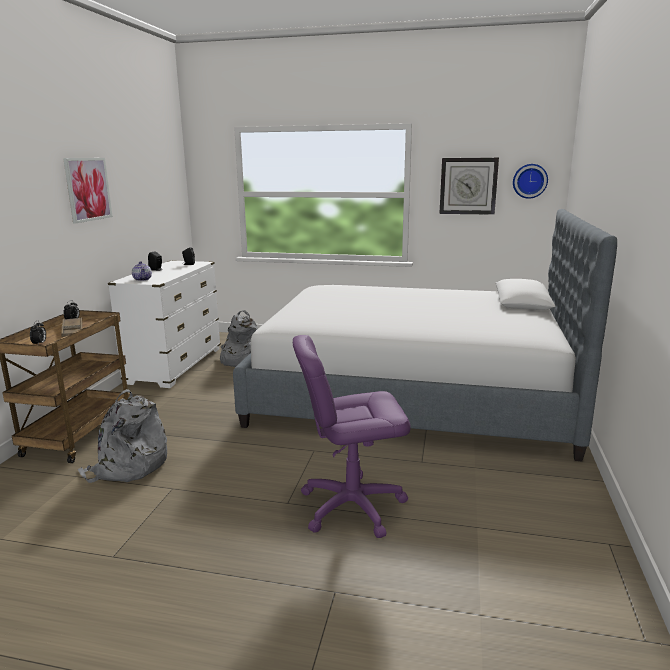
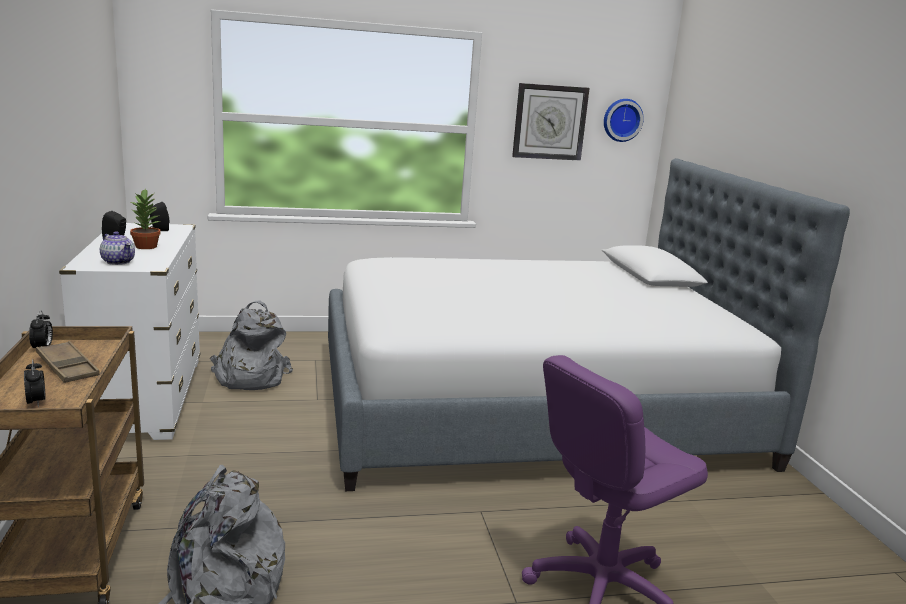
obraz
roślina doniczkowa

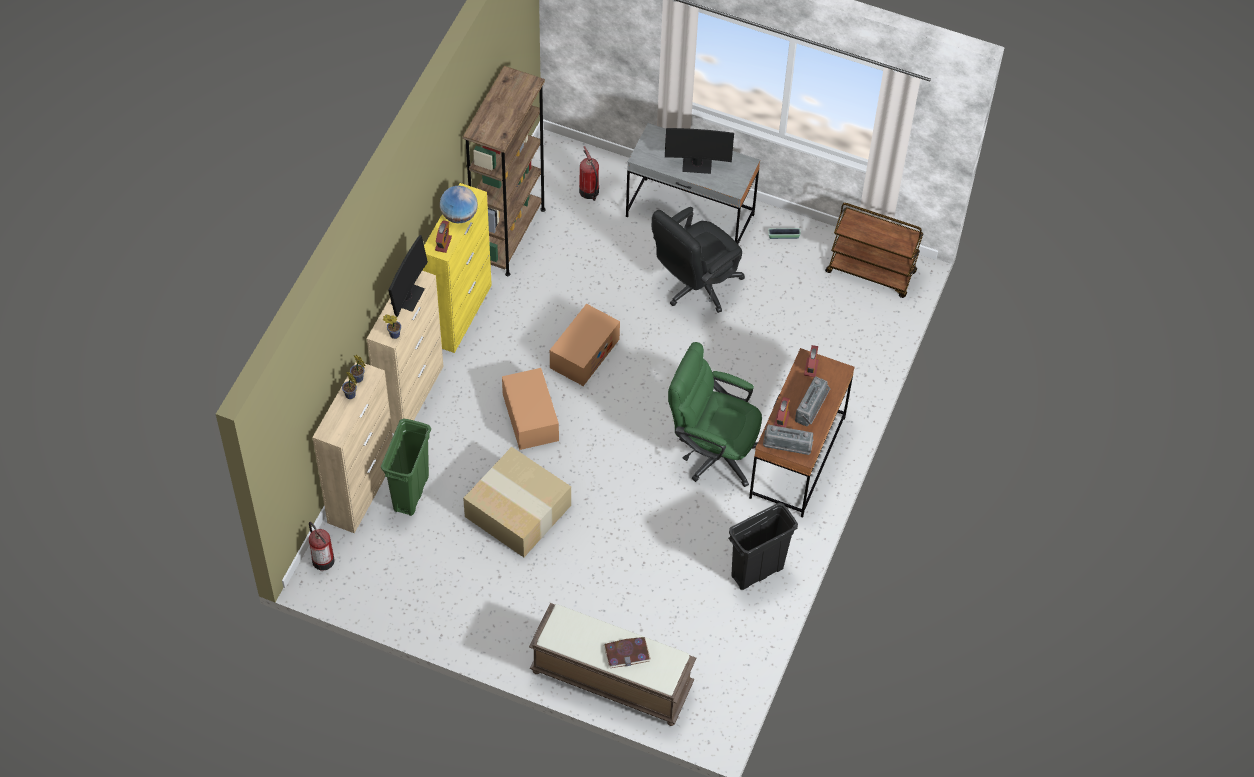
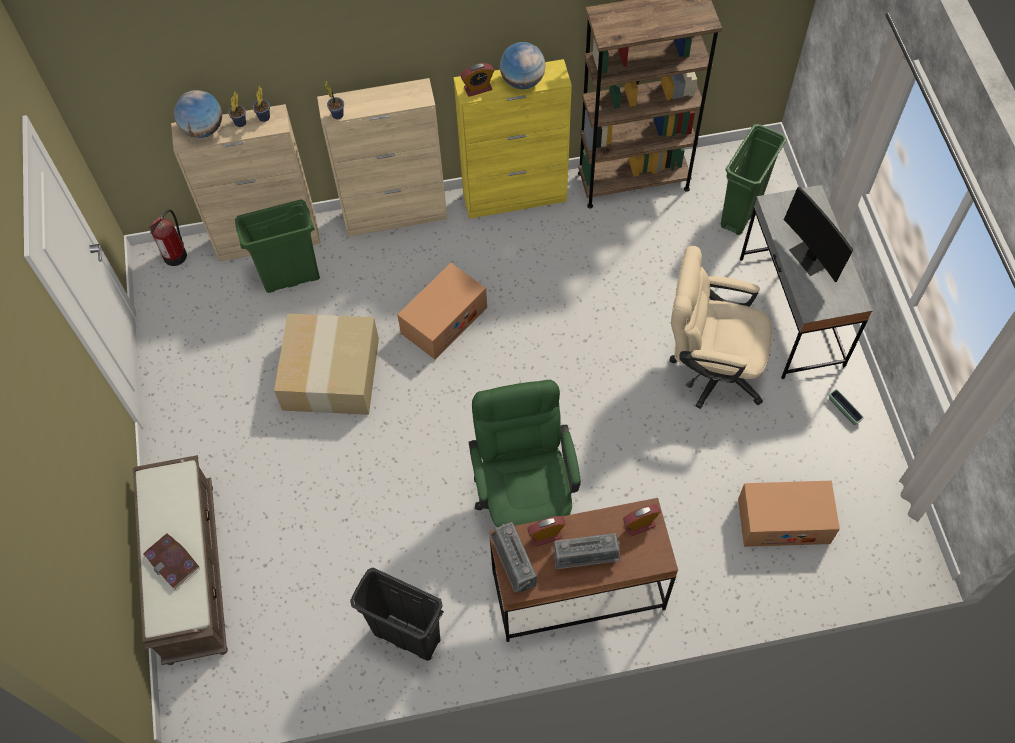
kosz na śmieci/zielony (no. 2 from left)
wózek/brązowy
krzesło biurowe/beżowy
monitor (no. 1 from left in the first image)
karton (no. 3 from left)
globus (no. 1 from left)

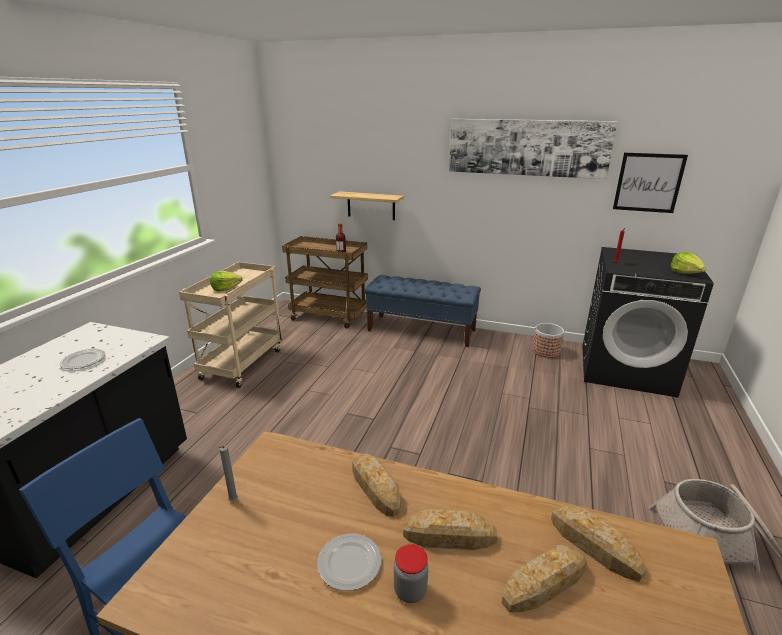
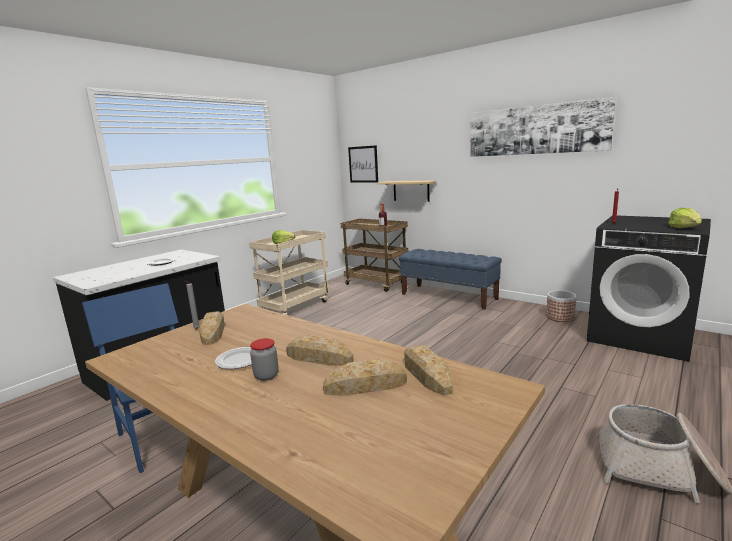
obraz (no. 1 from left)
chleb (no. 1 from left)

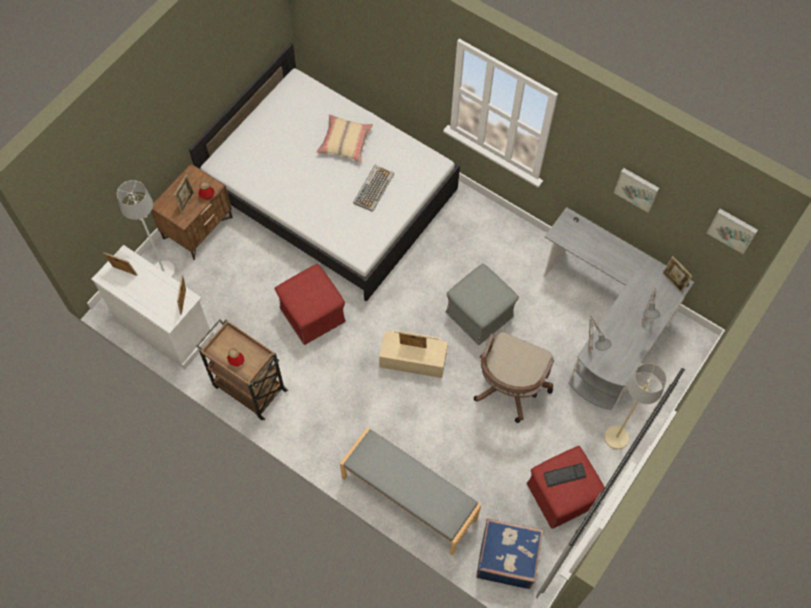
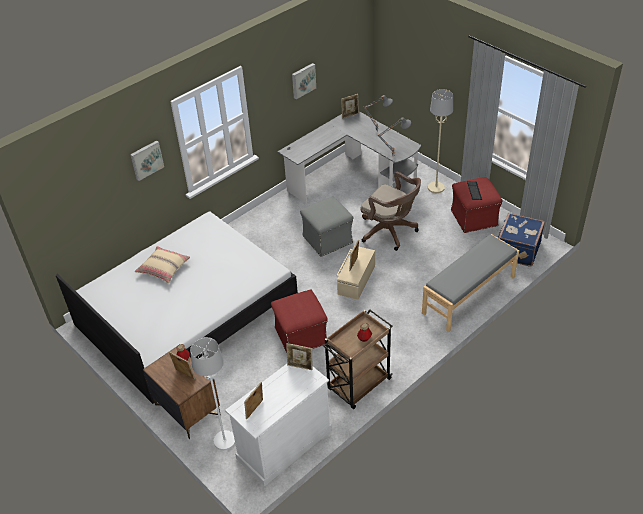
klawiatura (no. 1 from left in the first image)
obraz (no. 1 from left)

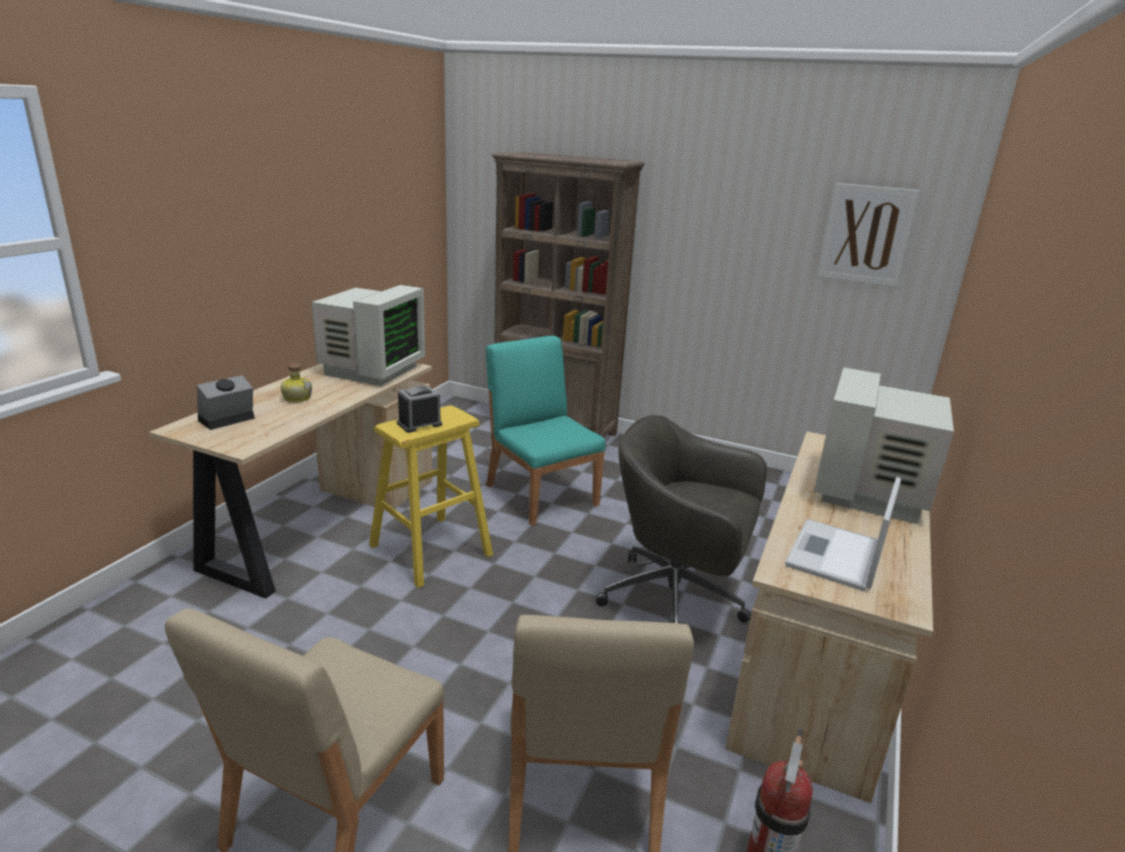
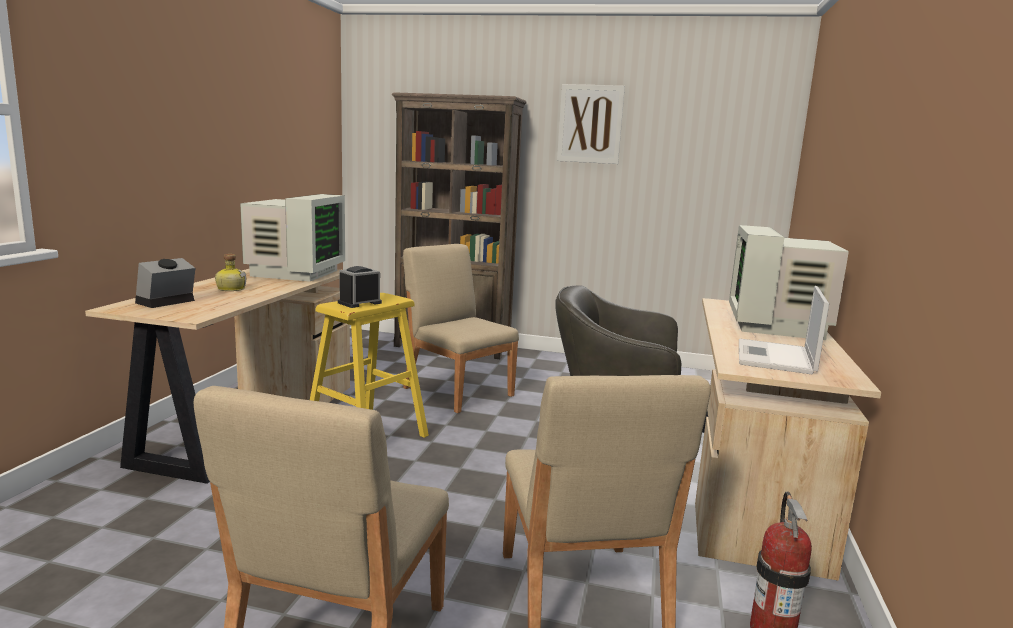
obraz
krzesło/beżowy (no. 2 from left)

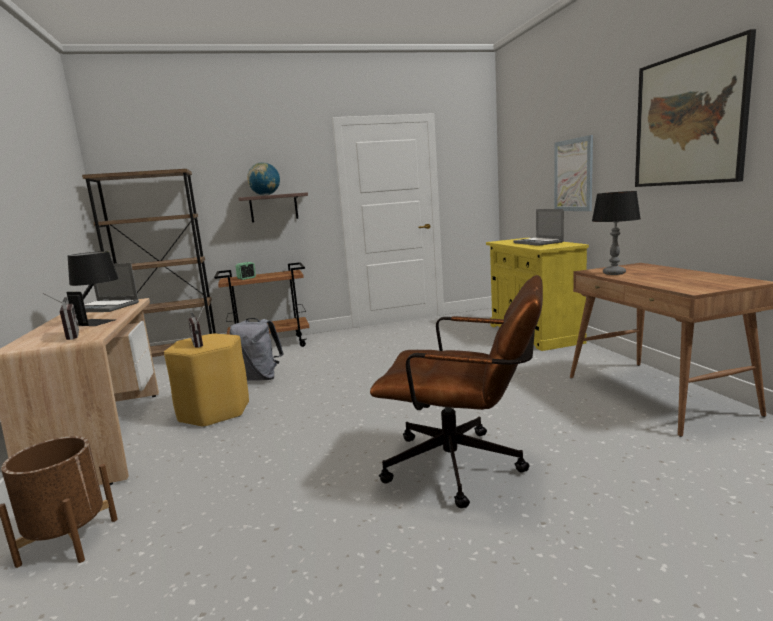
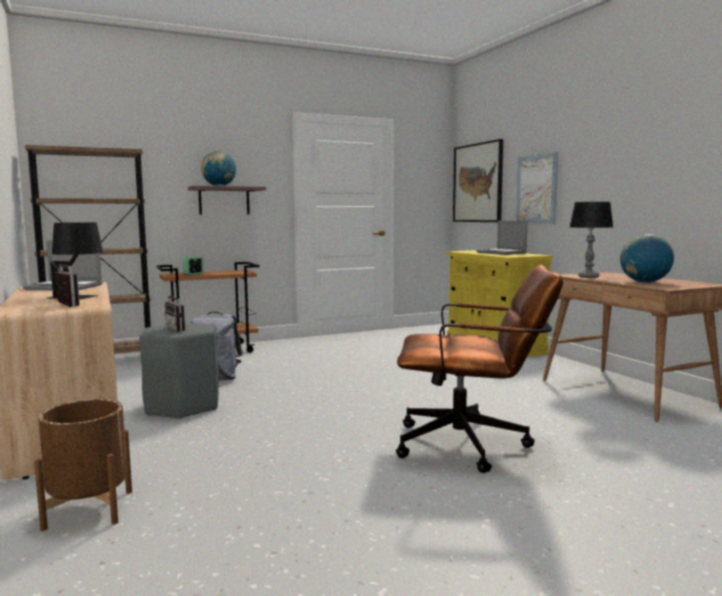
obraz (no. 1 from left)
stołek/szary
globus (no. 2 from left)

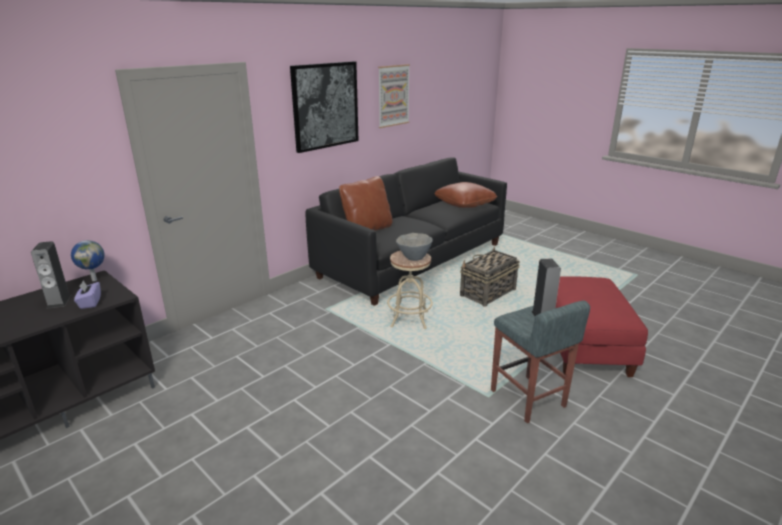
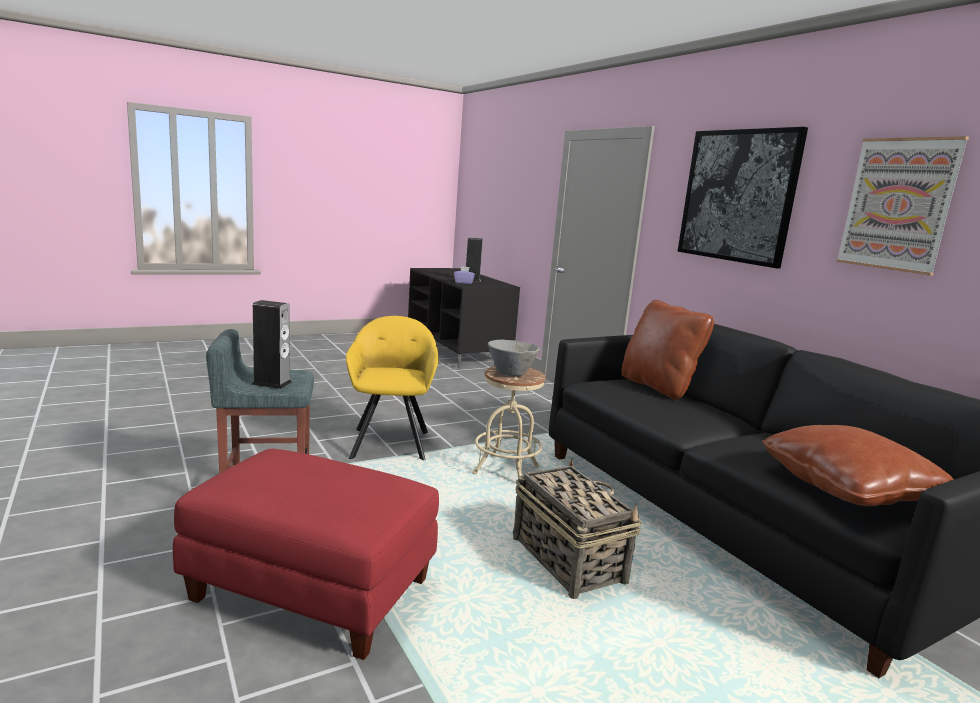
globus
fotel/żółty

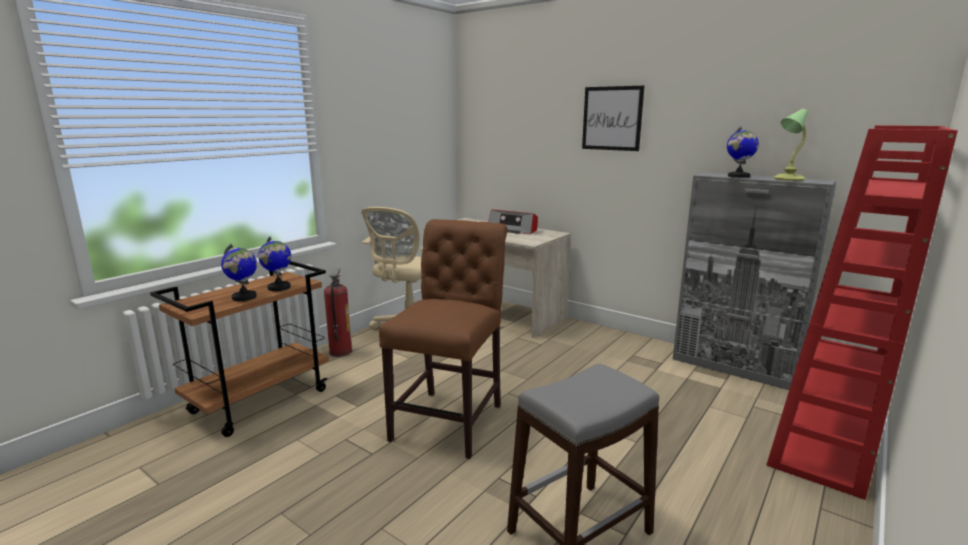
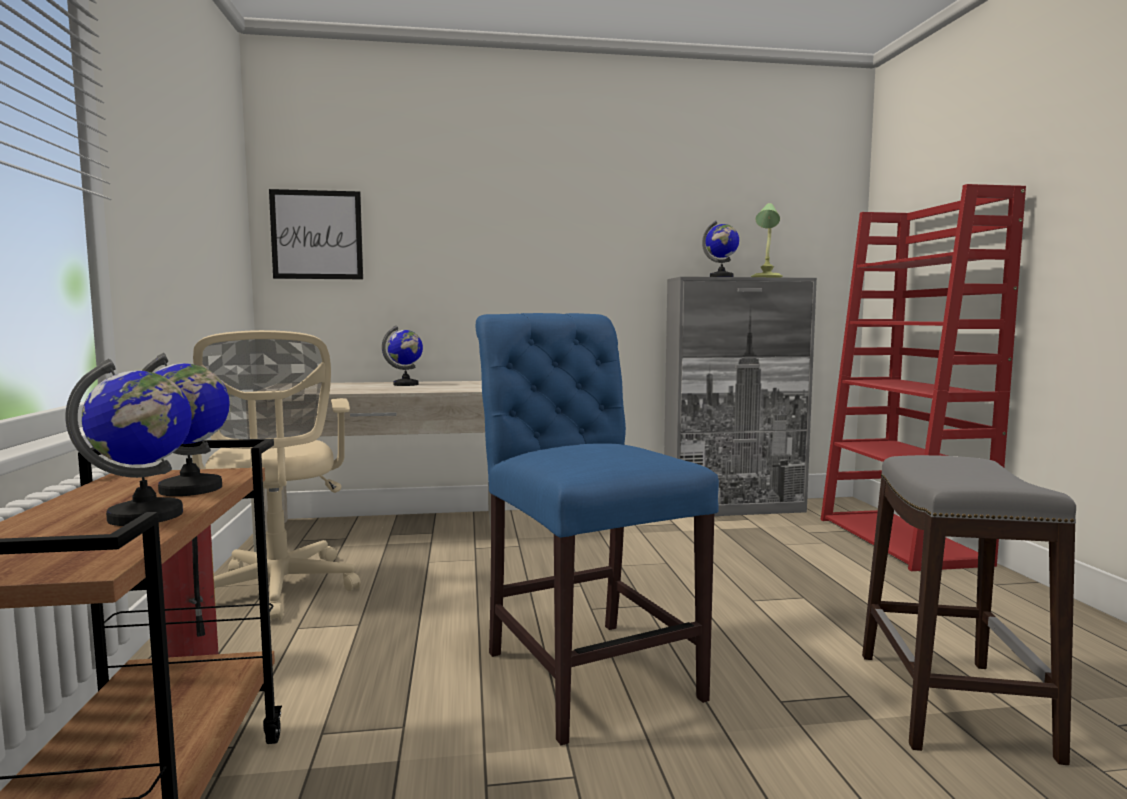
obraz
globus (no. 3 from left)
krzesło/niebieski

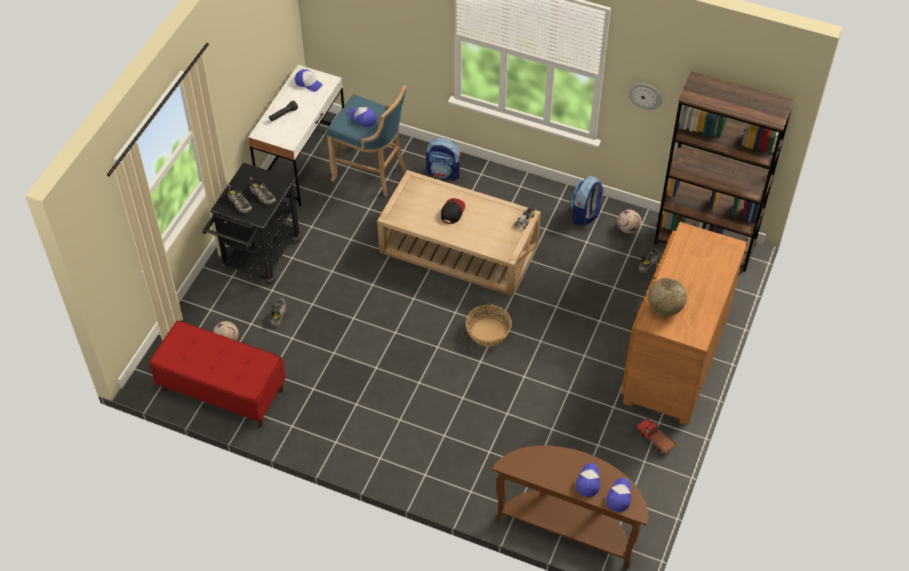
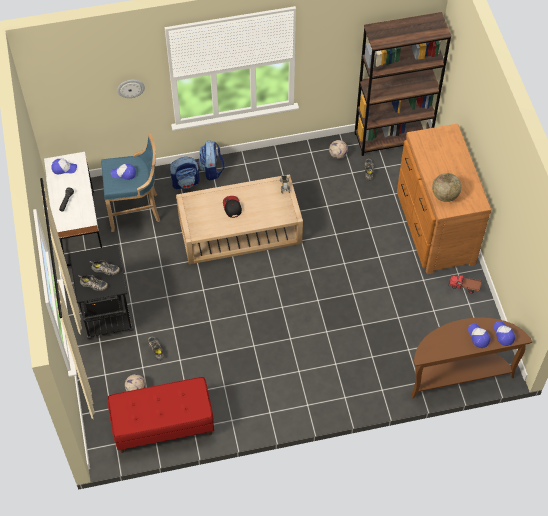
zegar ścienny
plecak (no. 2 from left)
koszyk

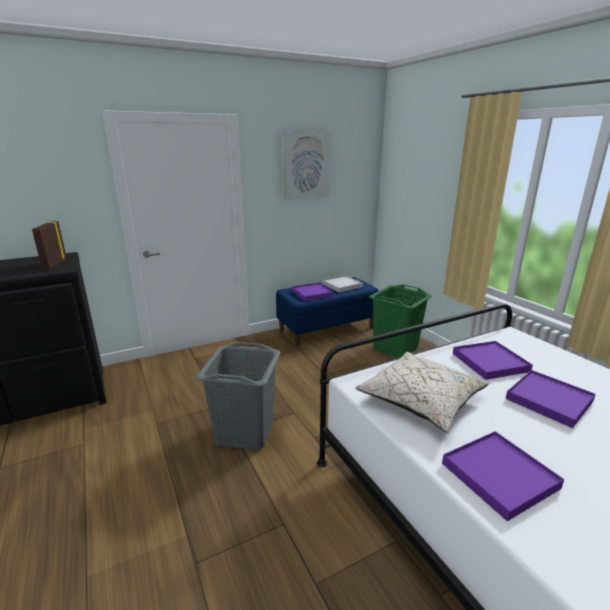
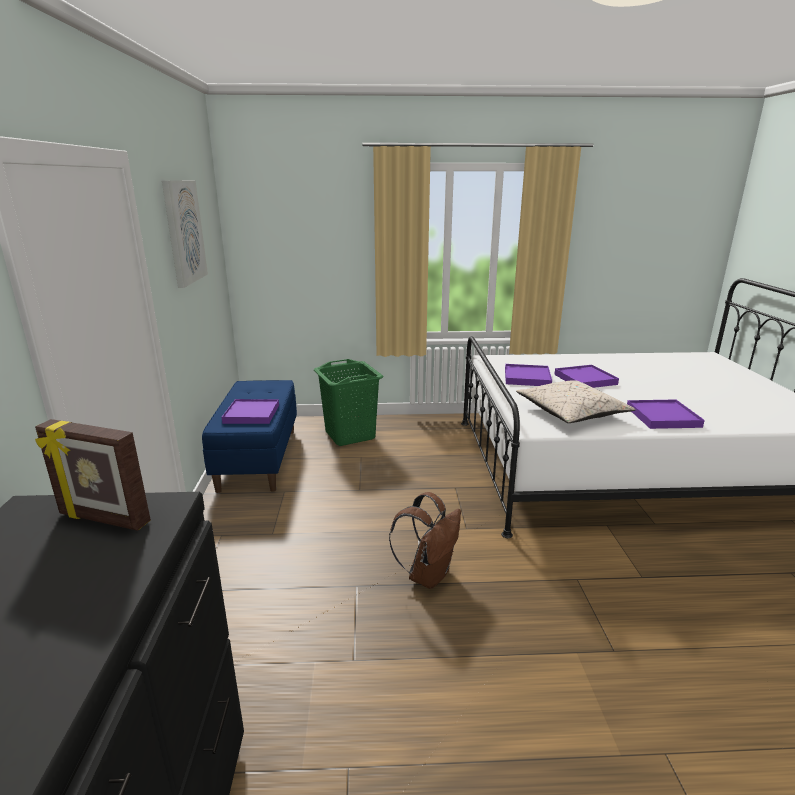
taca/biały
plecak/brązowy

